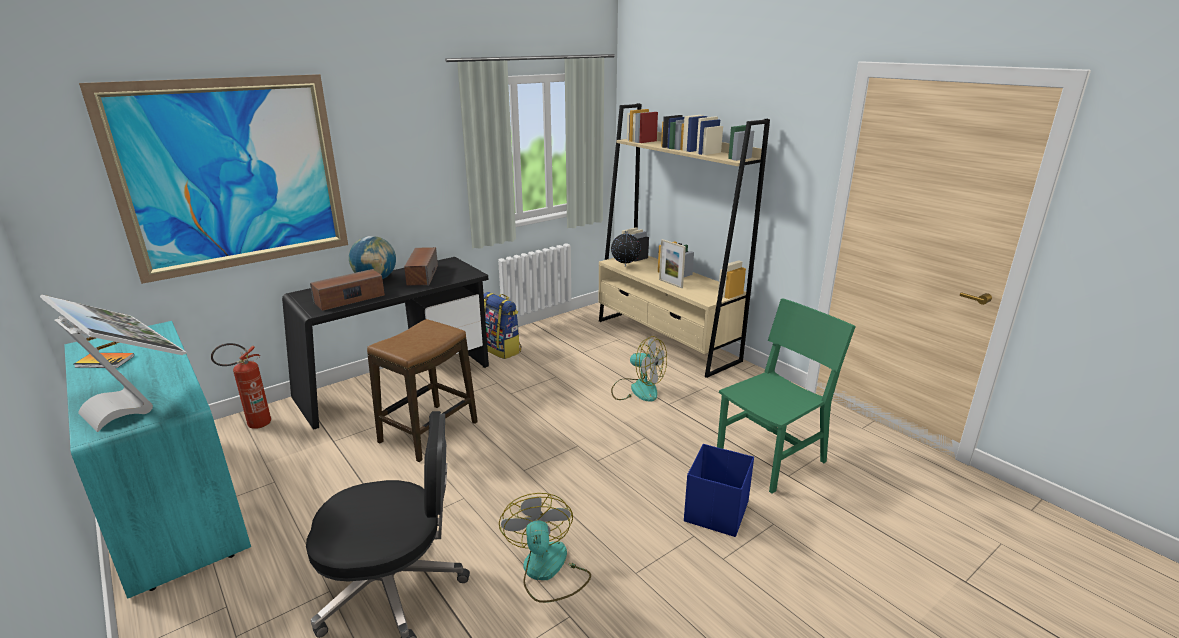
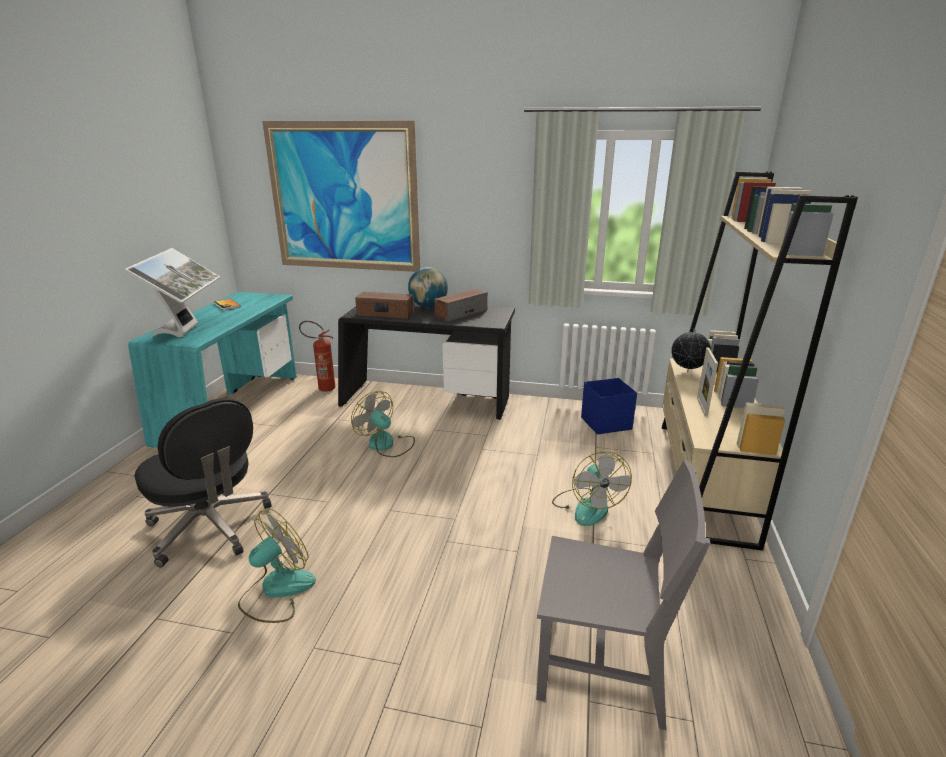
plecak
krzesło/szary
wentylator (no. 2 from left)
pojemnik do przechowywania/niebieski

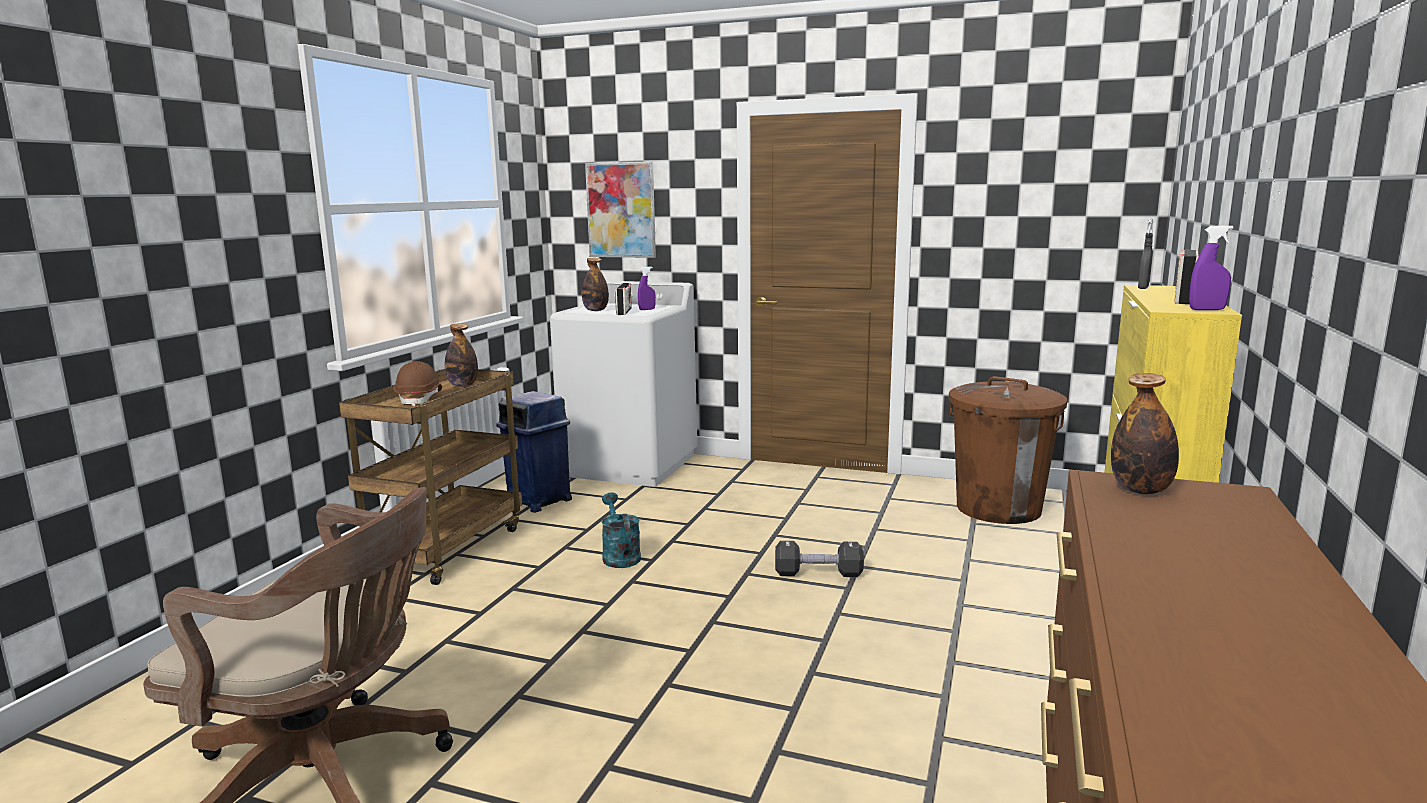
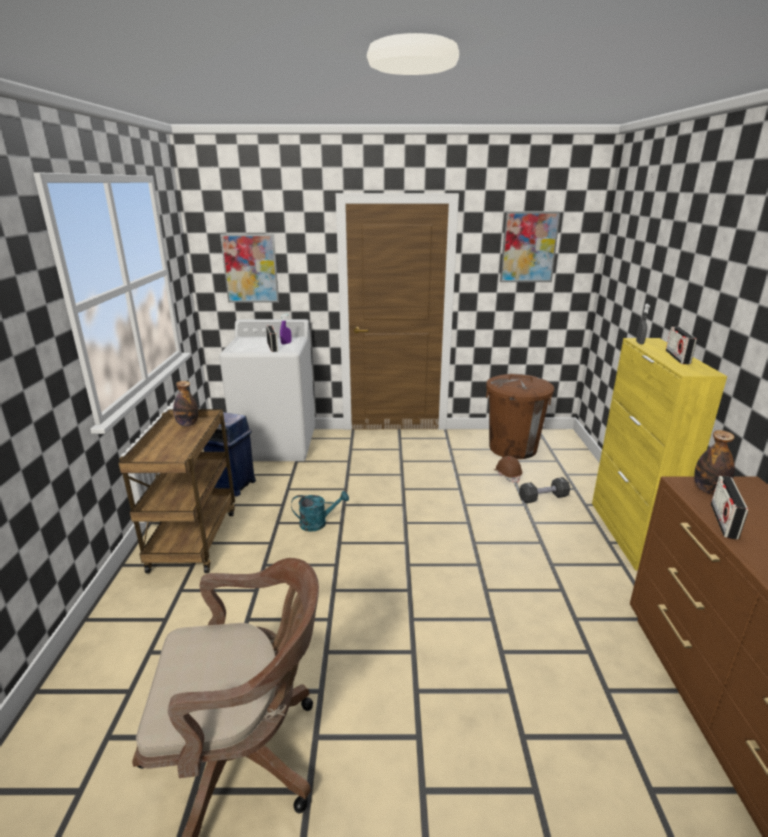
spryskiwacz/fioletowy (no. 2 from left in the first image)
butelka (no. 2 from left in the first image)
kask/brązowy
konewka/turkusowy
hantel/czarny
obraz (no. 2 from left)
radio (no. 3 from left)

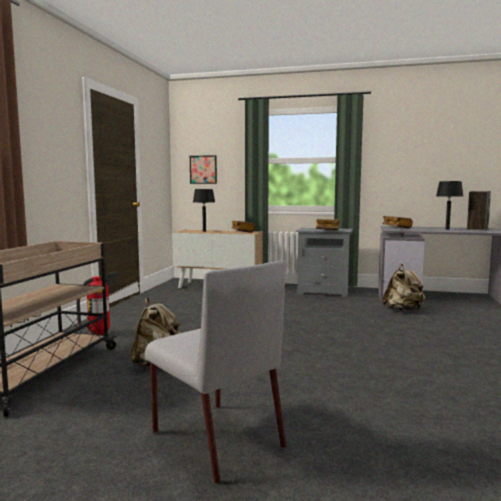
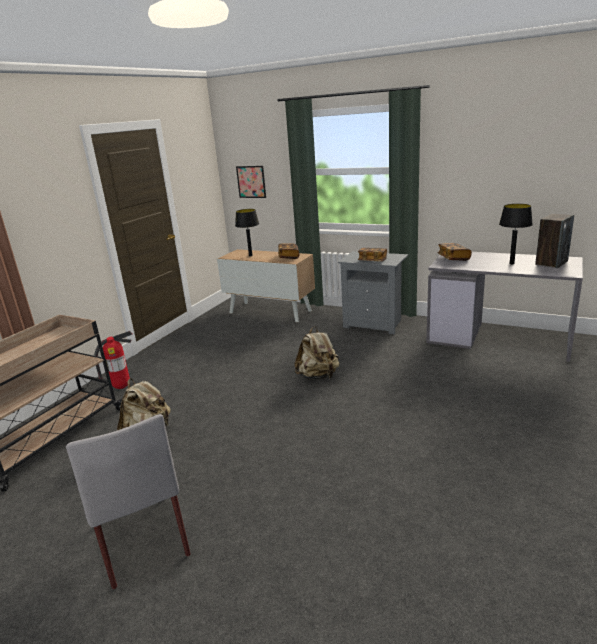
plecak/beżowy (no. 2 from left)

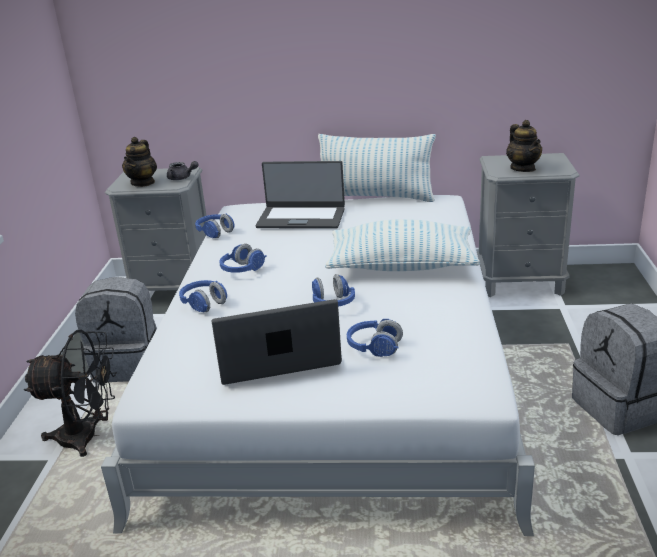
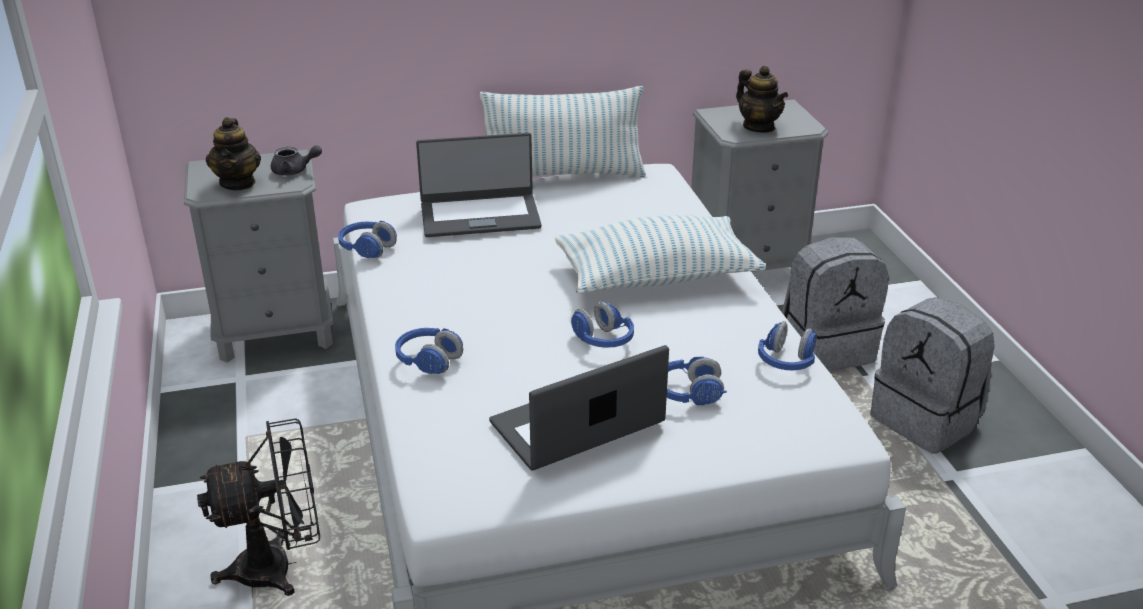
słuchawki/niebieski (no. 5 from left)
plecak/szary (no. 1 from left)

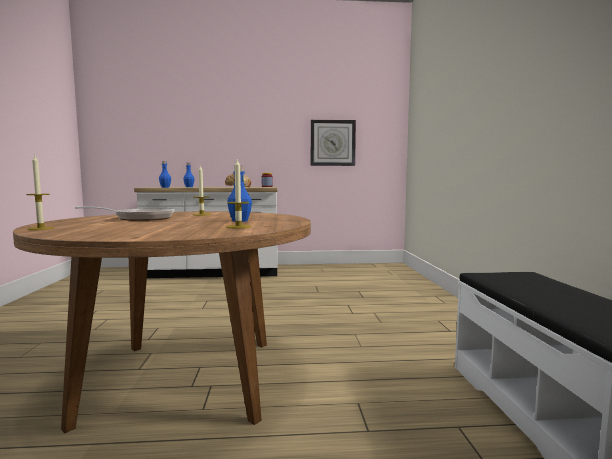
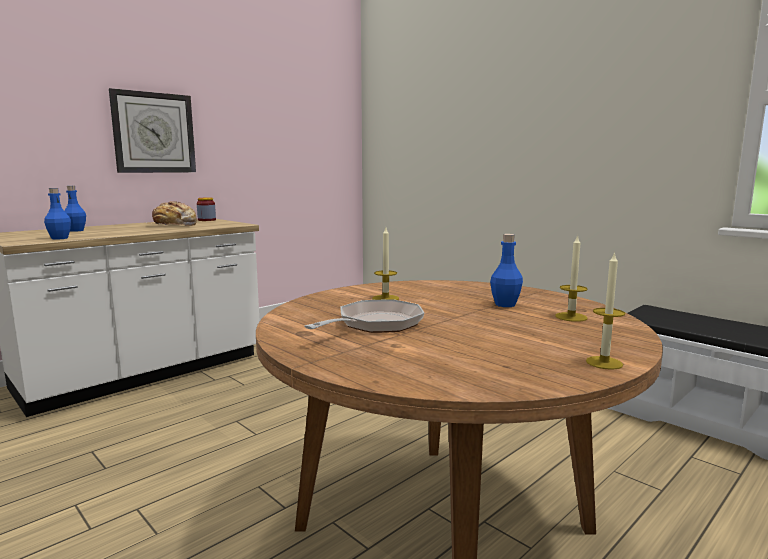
zegar ścienny
świeca (no. 3 from left)

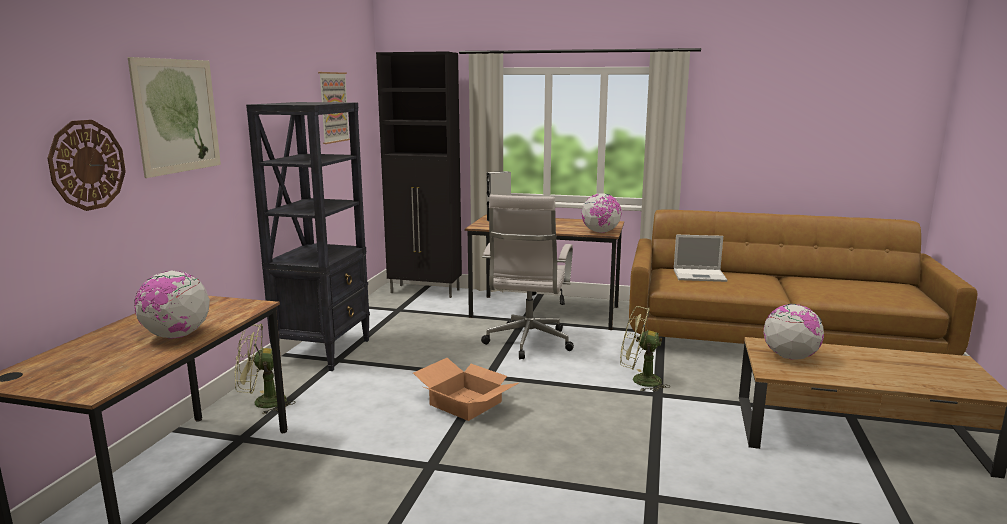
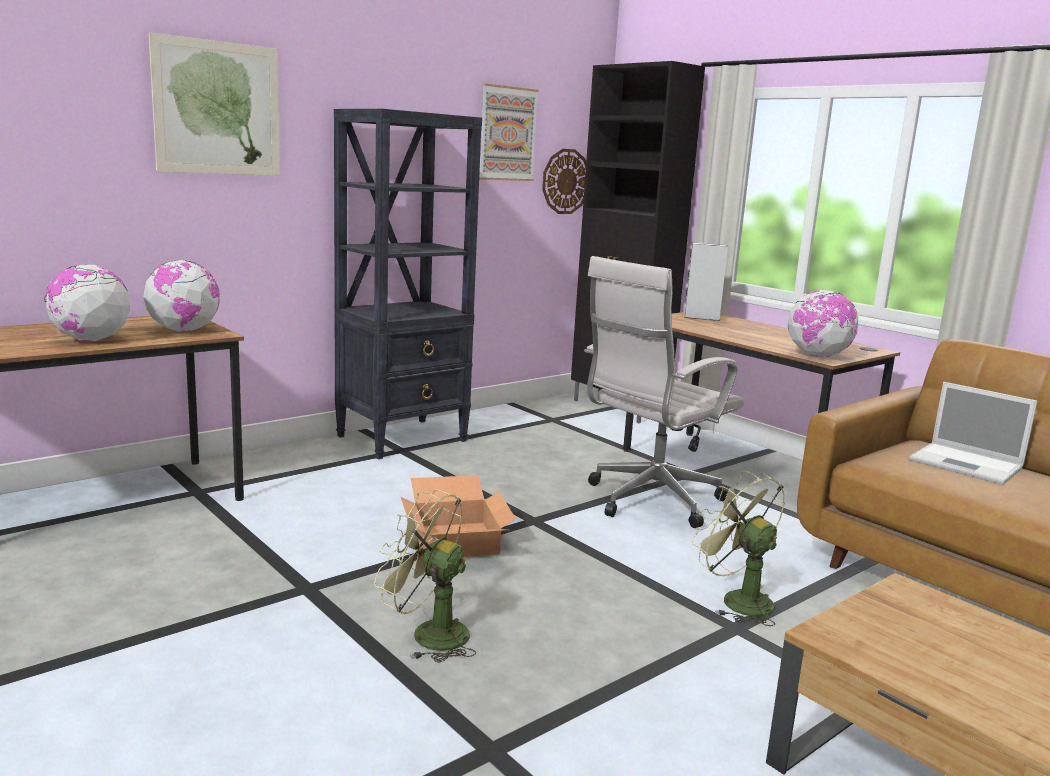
zegar ścienny
globus (no. 2 from left)
wentylator/zielony (no. 1 from left)

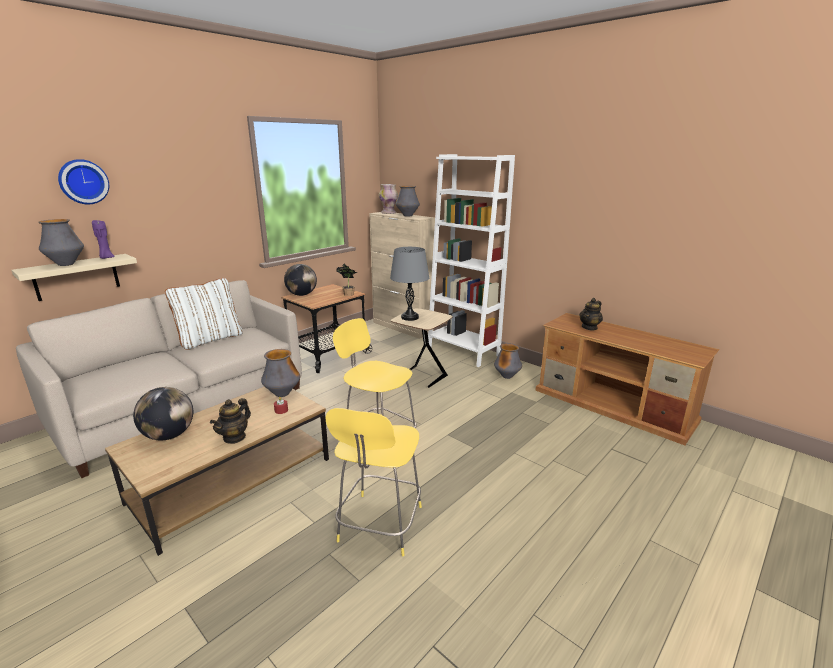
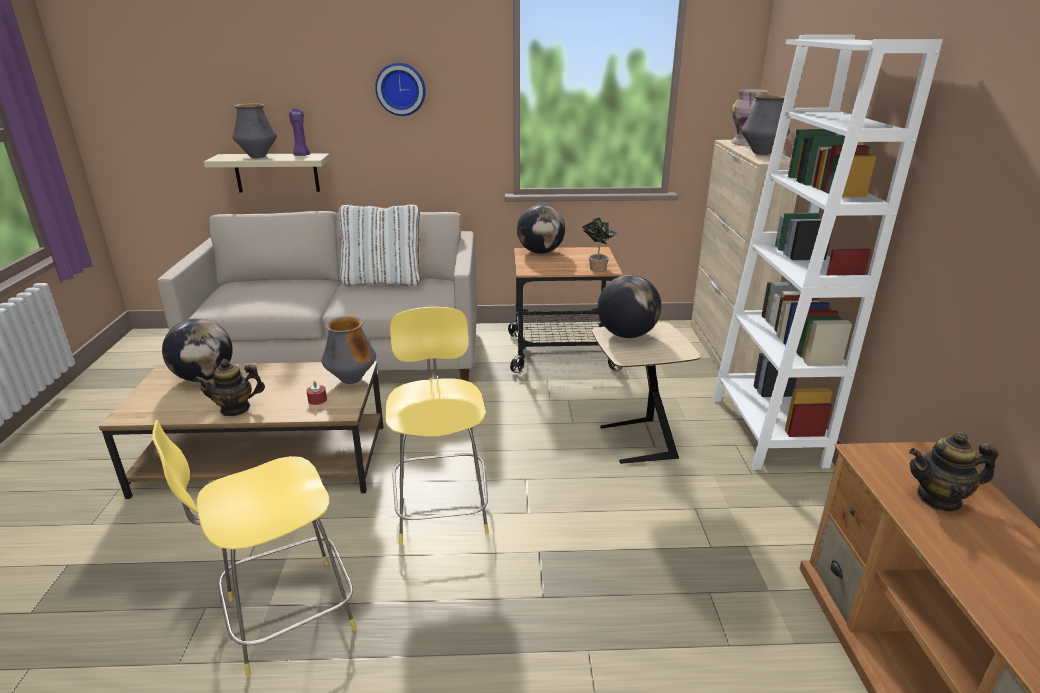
zegar ścienny
globus (no. 3 from left)
wazon (no. 5 from left in the first image)

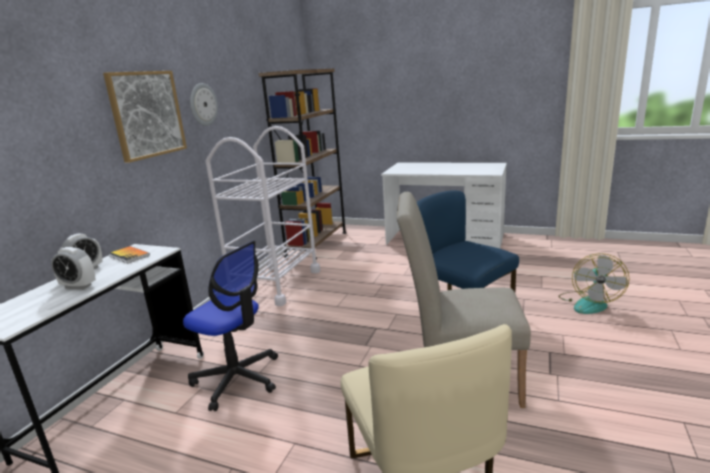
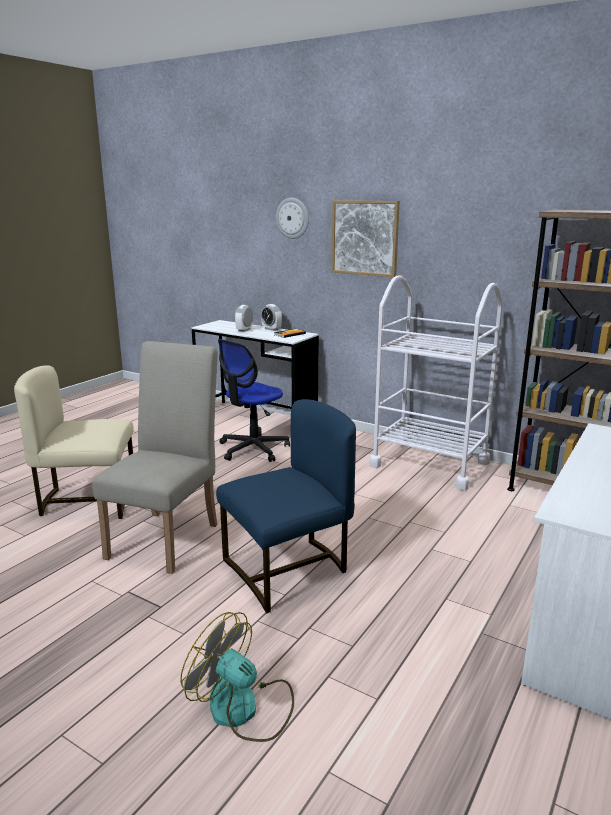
zegar ścienny

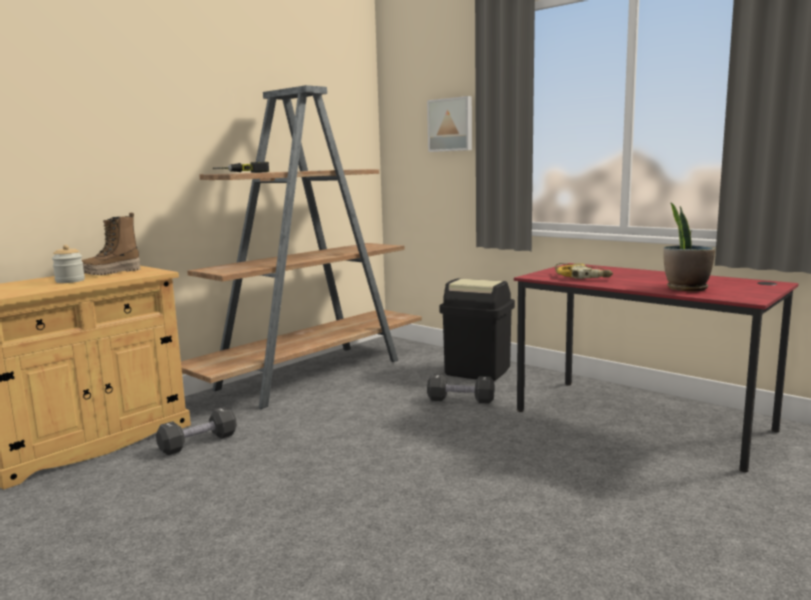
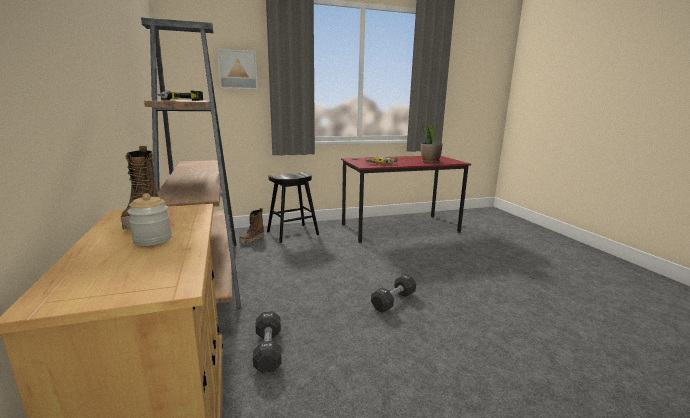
stołek/czarny
hantel/czarny (no. 2 from left)
but z cholewką (no. 2 from left)

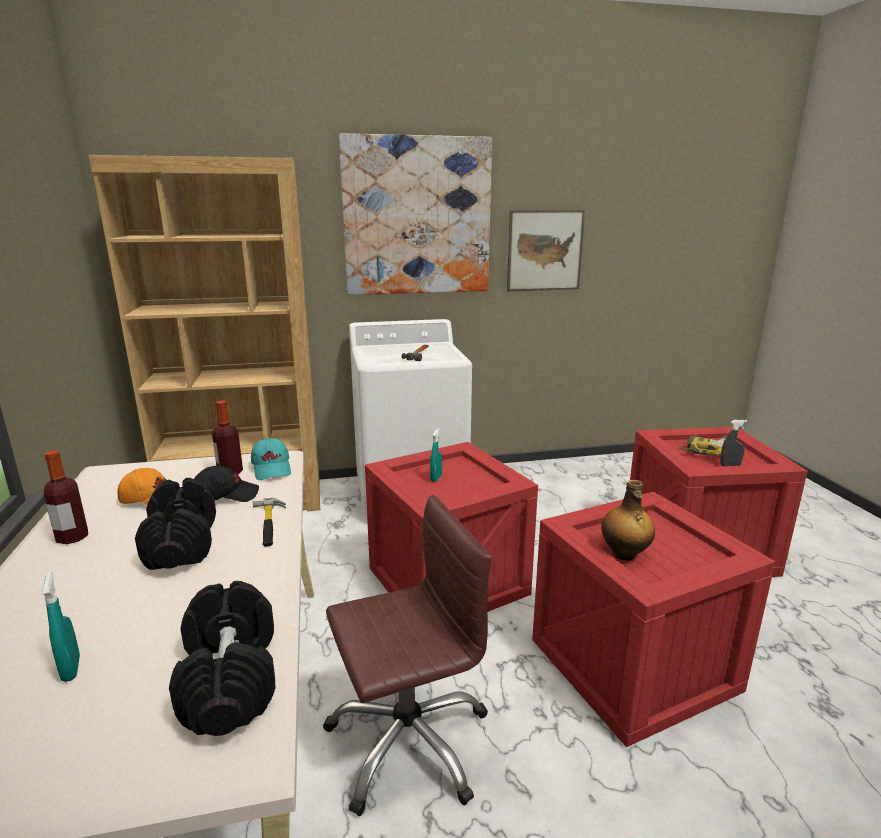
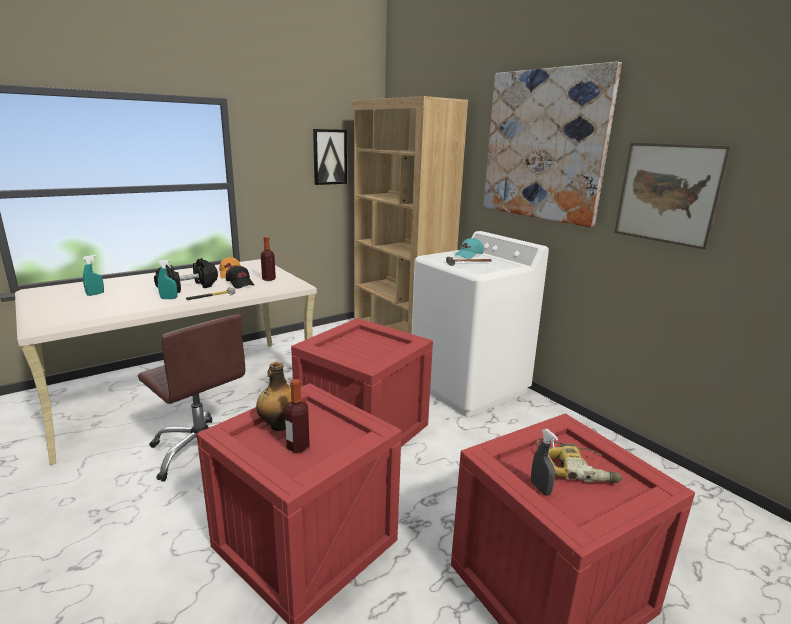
spryskiwacz/turkusowy (no. 2 from left)
czapka z daszkiem/turkusowy
butelka (no. 3 from left)
hantel/czarny (no. 2 from left in the first image)
obraz (no. 1 from left)

